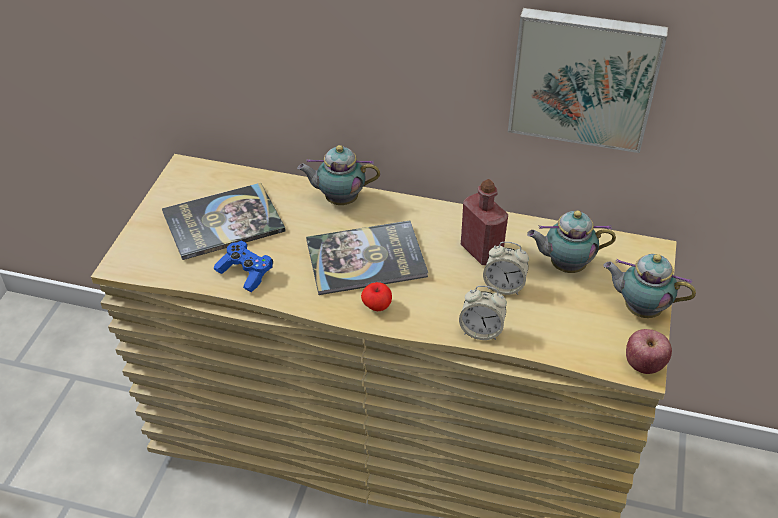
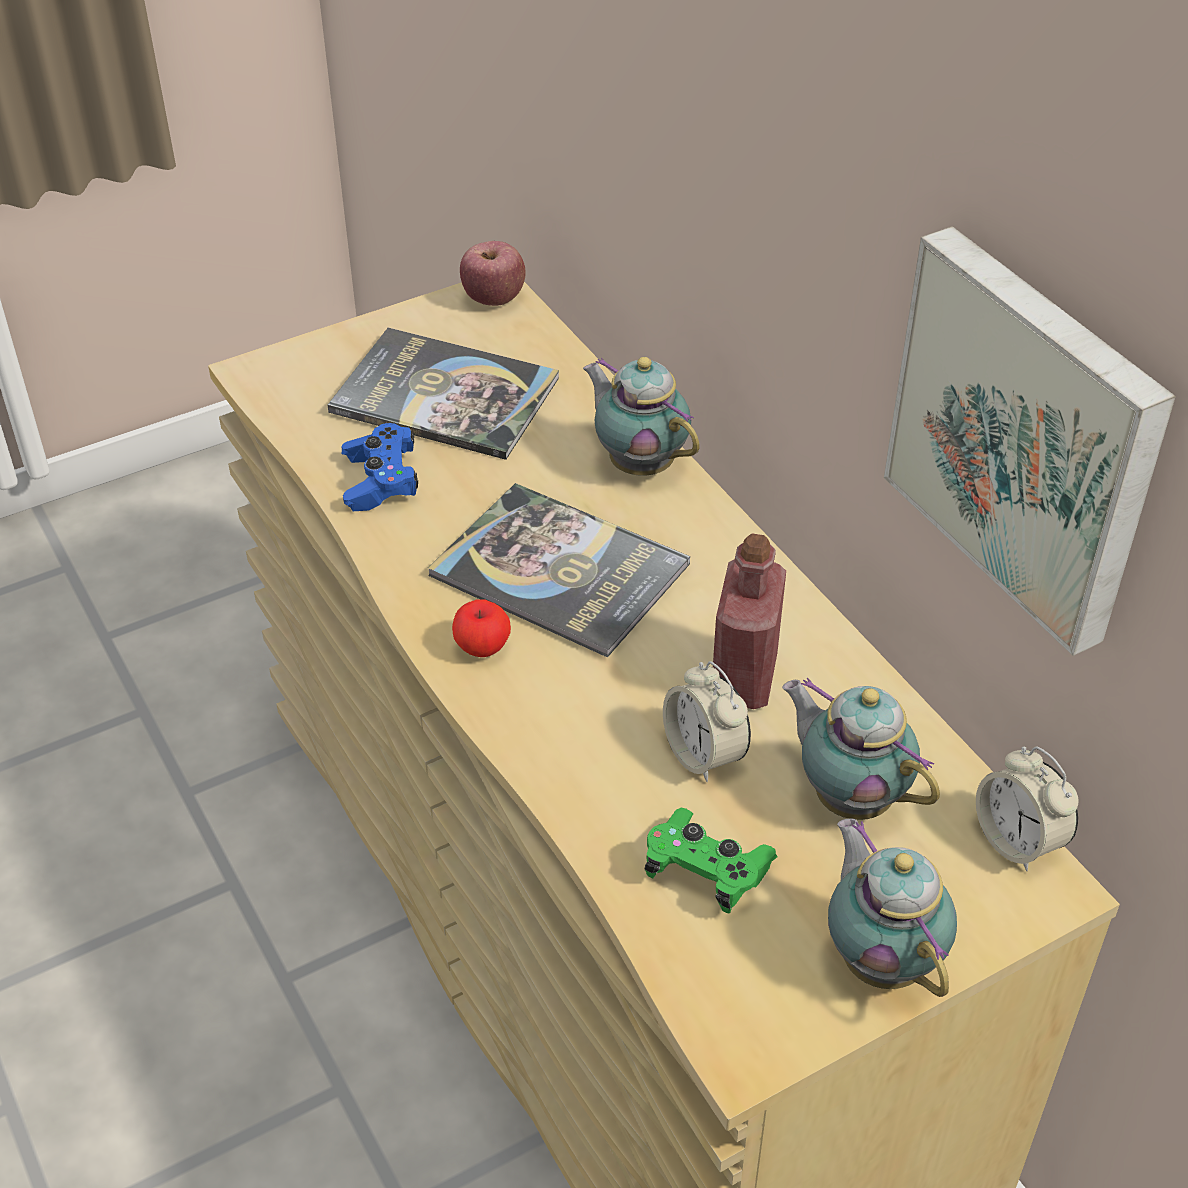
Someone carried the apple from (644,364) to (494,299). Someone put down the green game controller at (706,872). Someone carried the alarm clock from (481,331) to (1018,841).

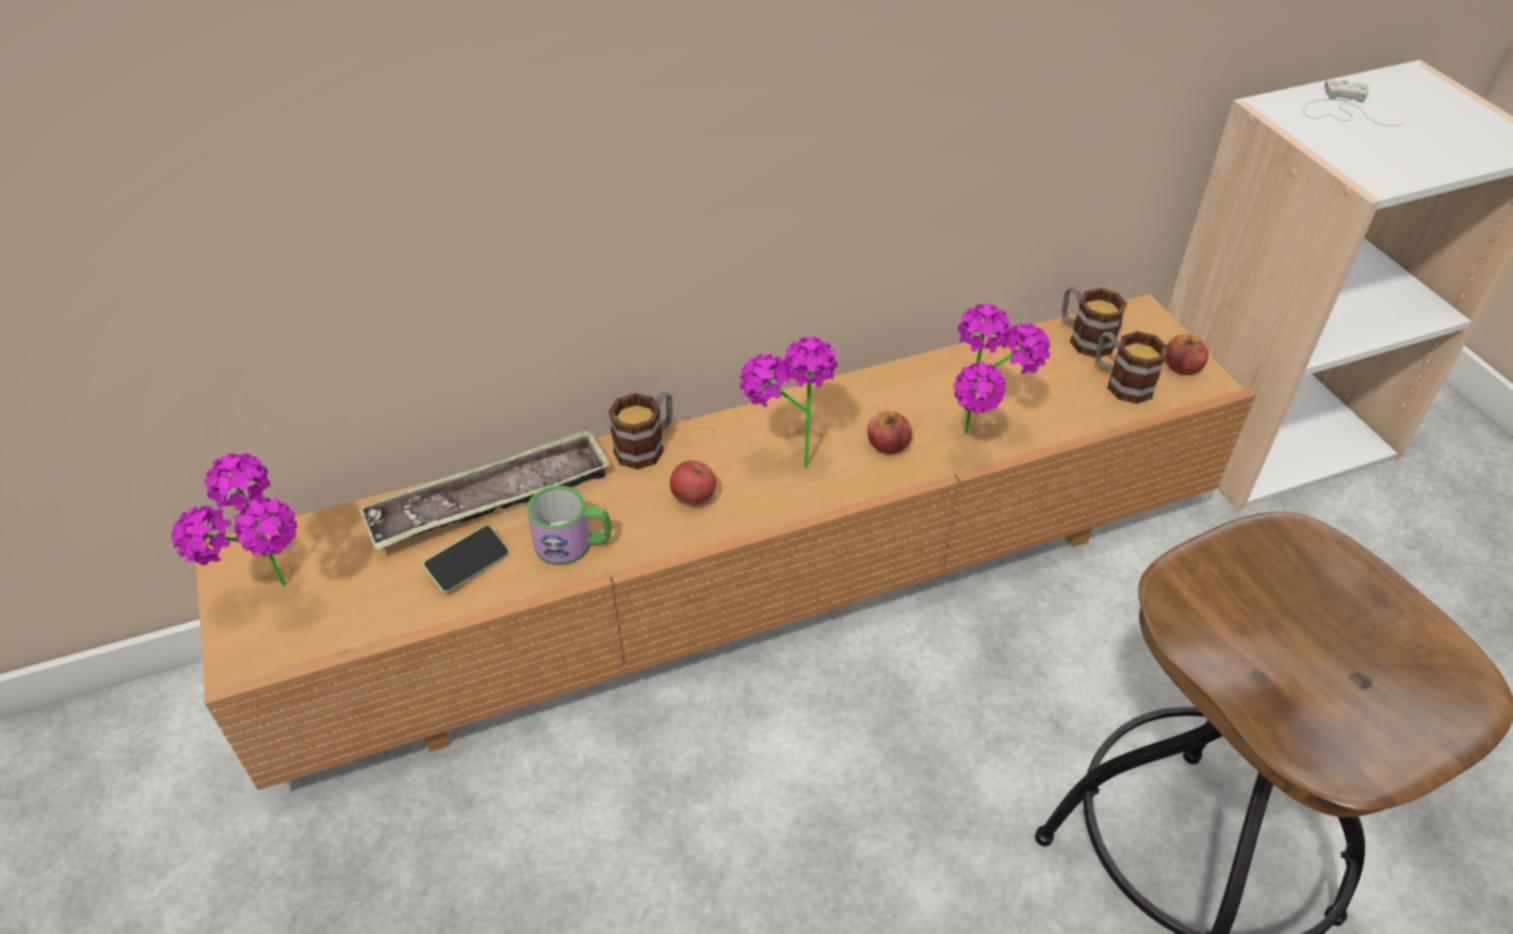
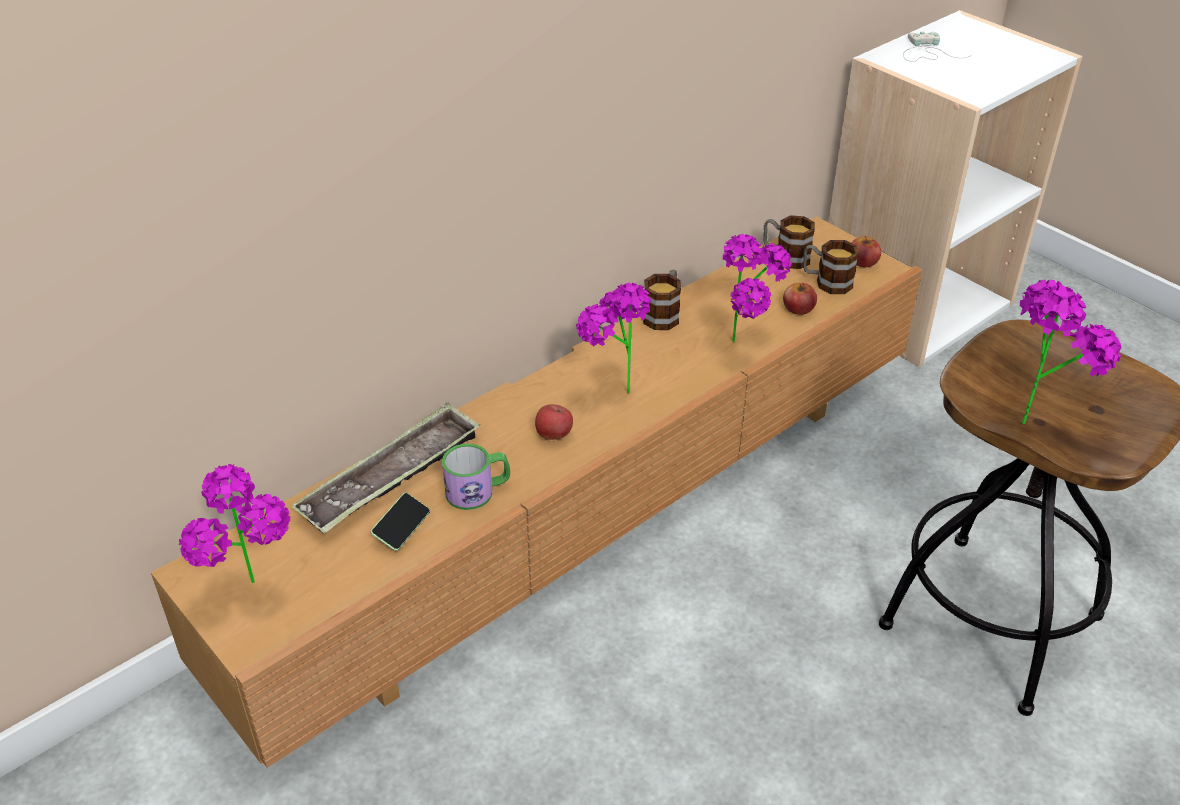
Someone carried the mug from (646,445) to (663,314). Someone carried the apple from (888,444) to (798,308). Someone put down the potted plant at (1034,414).

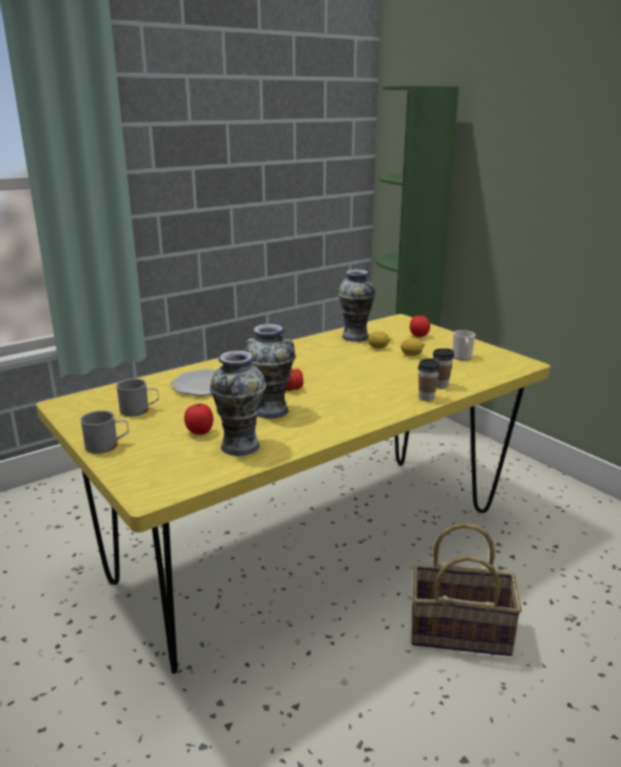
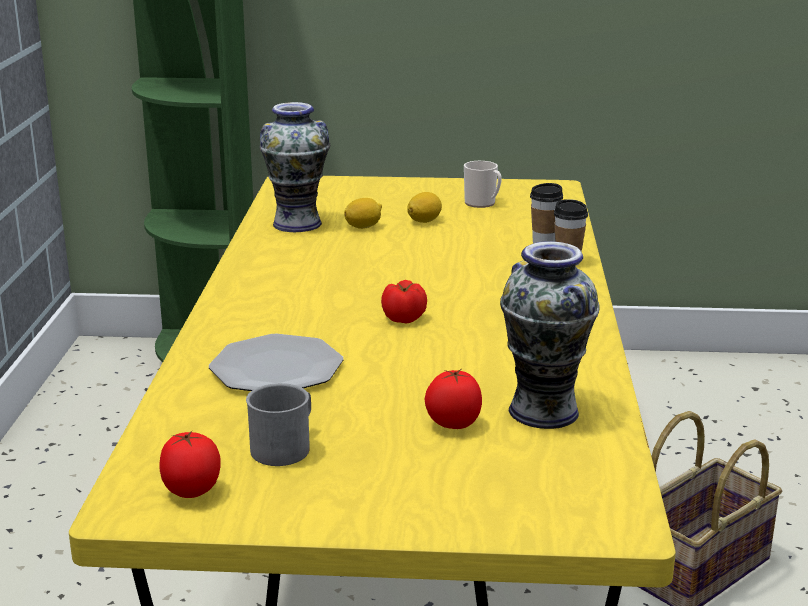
Someone carried the tomato from (418,336) to (192,492). Someone took away the grey mug at (107,445). Someone took away the vase at (271,410).

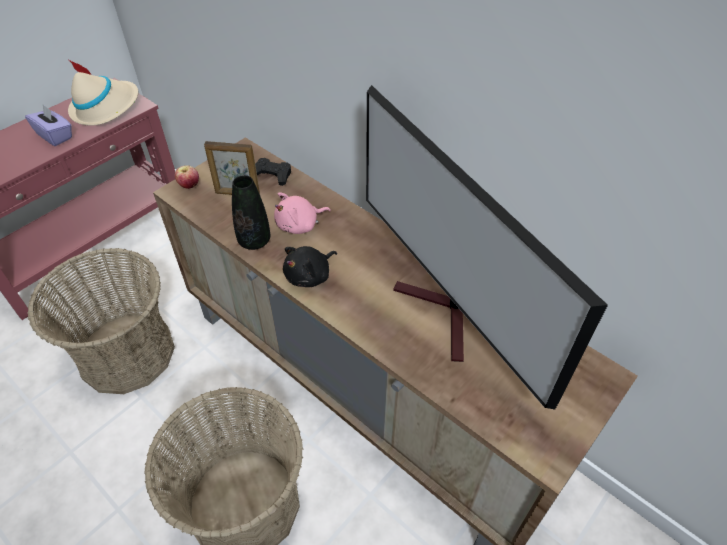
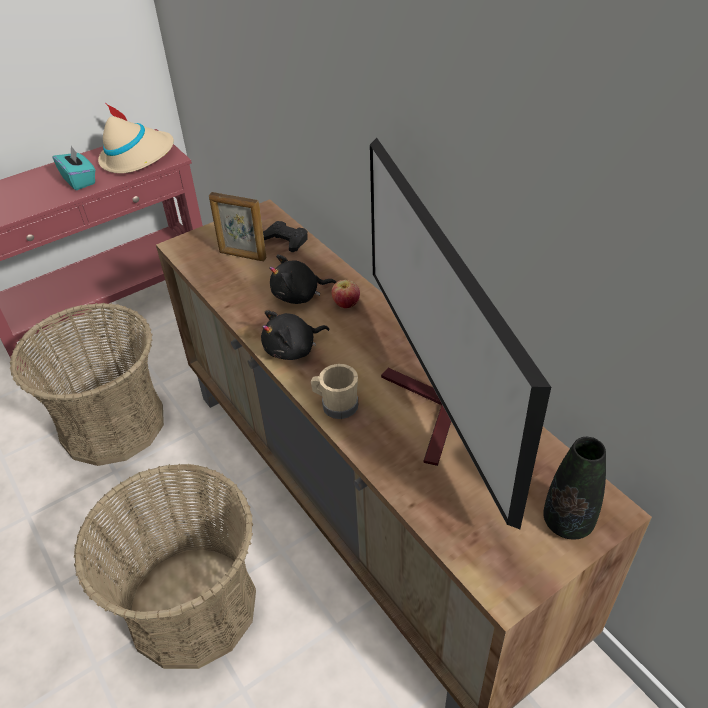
Someone repainted the purple tissue box at (55,136), which became the turquoise tissue box at (79,180). Someone repainted the pink plush toy at (300,225), which became the black plush toy at (299,295). Someone put down the beige mug at (336,405). Someone carried the apple from (189,185) to (346,304). Someone carried the black vase from (254,241) to (567,522).

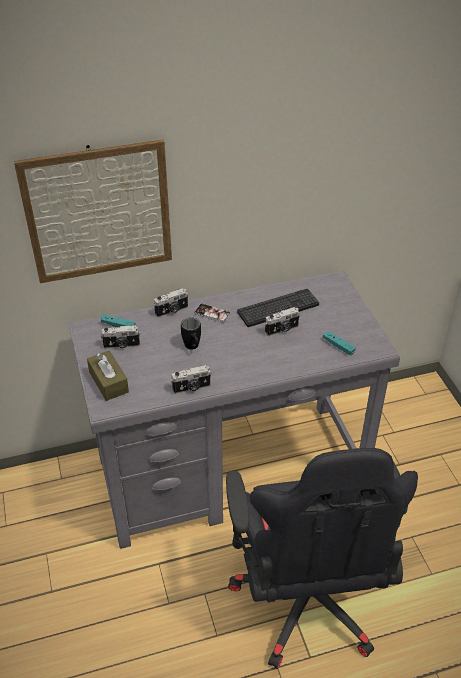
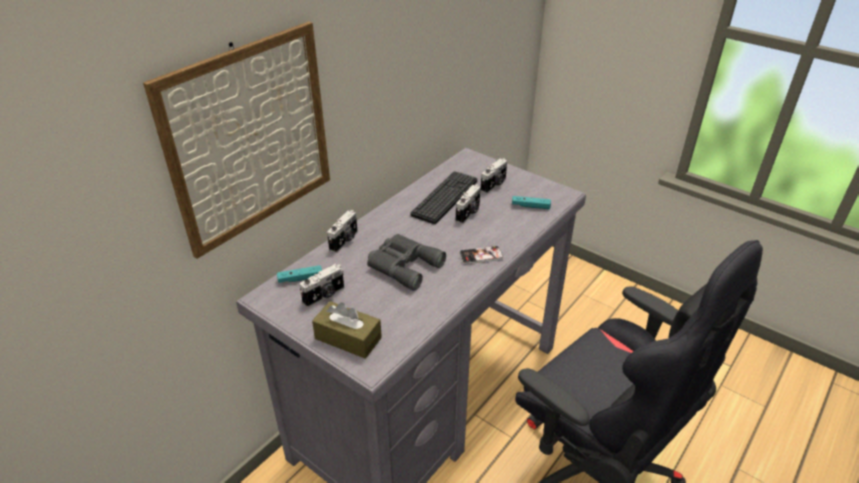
Someone swapped the black mug at (193,348) for the grey binoculars at (403,265). Someone carried the phone from (212,313) to (481,256). Someone carried the photo camera from (192,388) to (494,185).

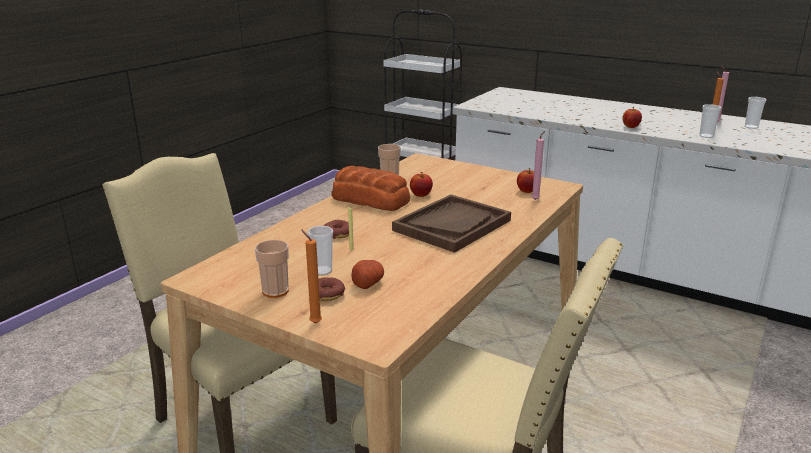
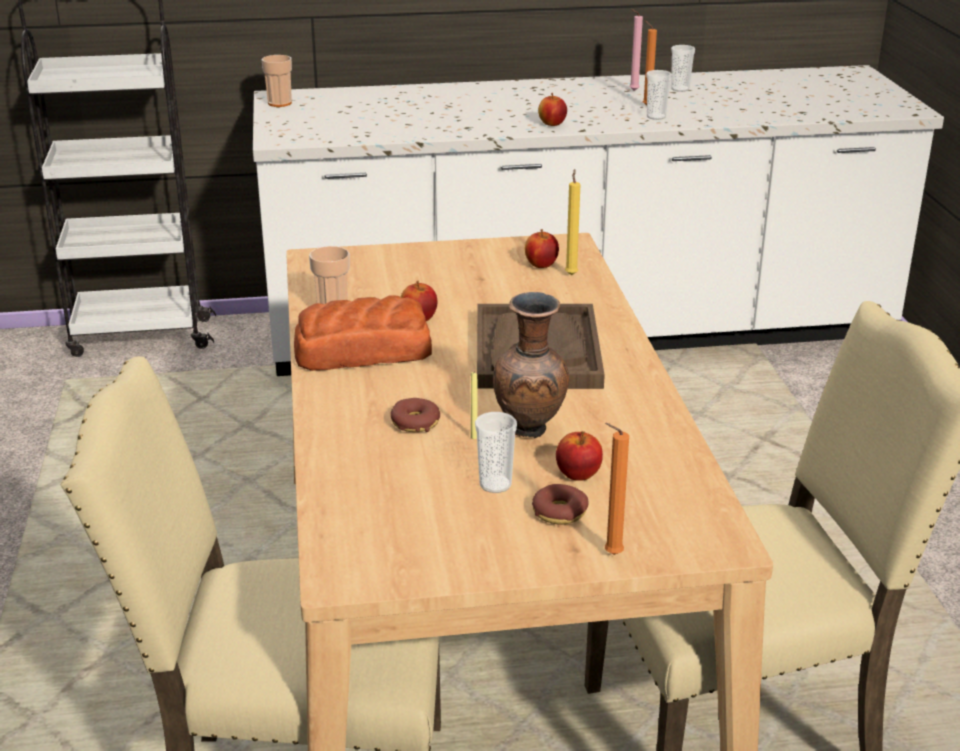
Someone carried the cup from (275,291) to (279,103). Someone put down the brown vase at (531,431). Someone swapped the potato at (367,283) for the apple at (578,474). Someone repainted the pink candle at (536,199), which became the yellow candle at (571,274).

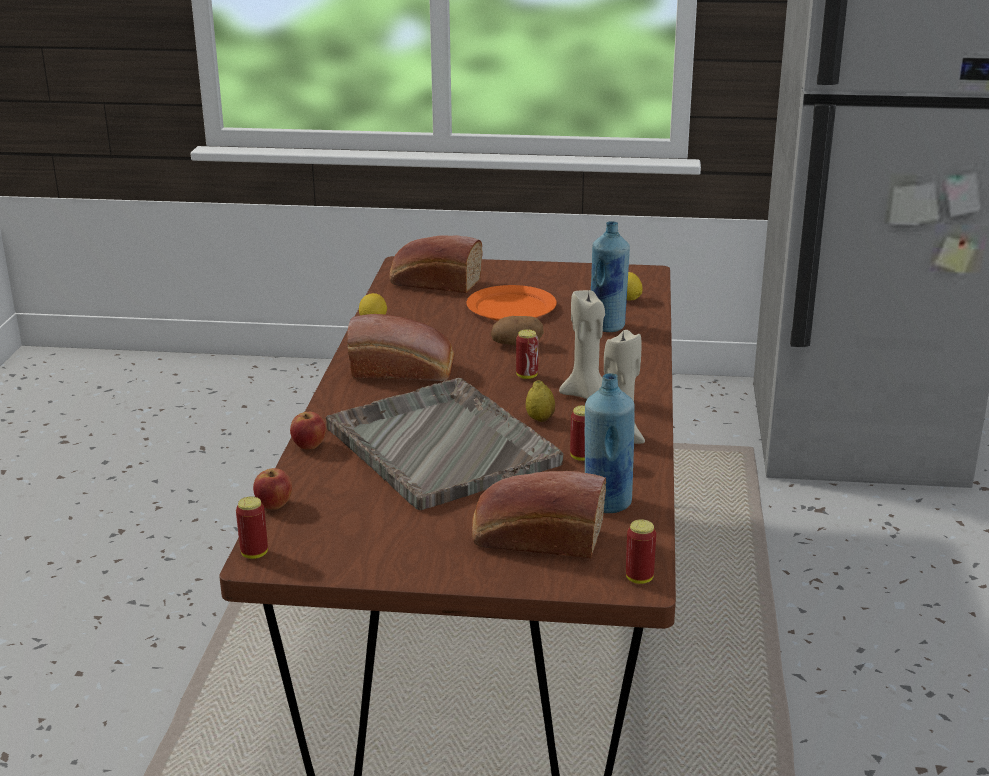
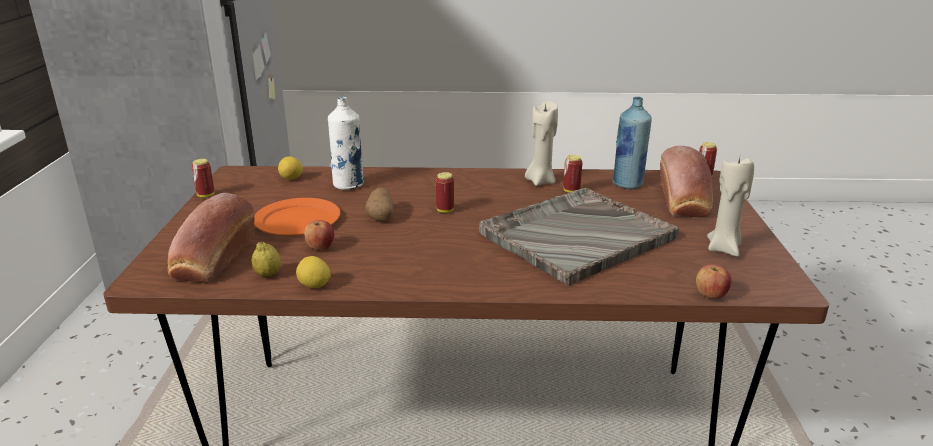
Someone carried the can from (254,553) to (206,195). Someone carried the lemon from (540,419) to (268,275). Someone carried the apple from (309,446) to (320,248). Someone repainted the blue bottle at (607,326), which became the white bottle at (348,185). Someone carried the beige candle from (586,395) to (724,248). Someone took away the bread at (405,371).

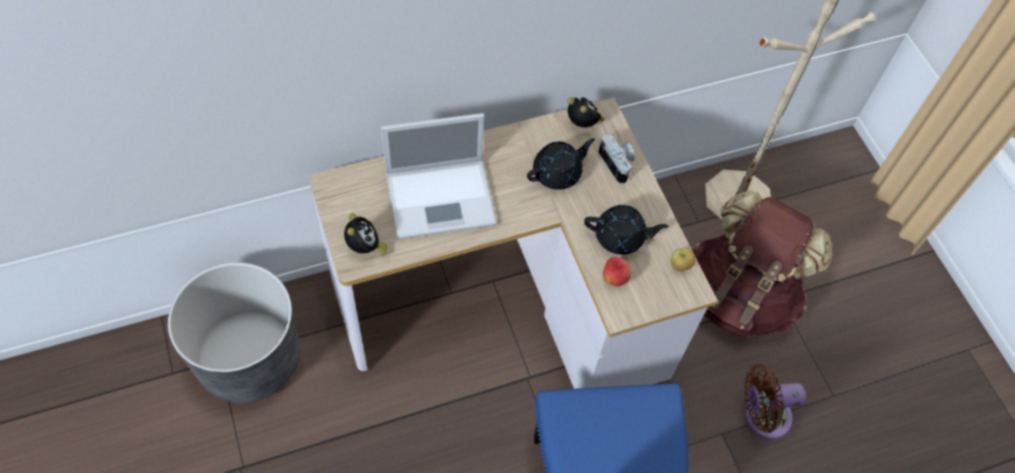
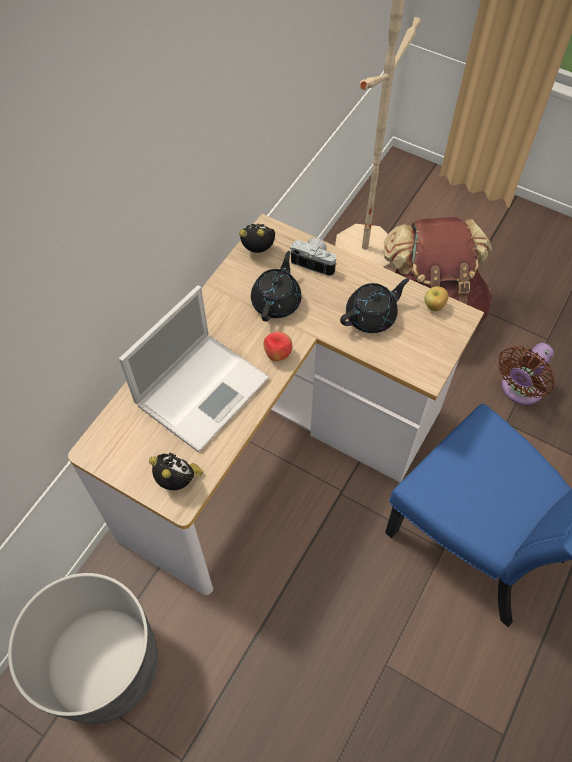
Someone carried the apple from (614,279) to (277,355).

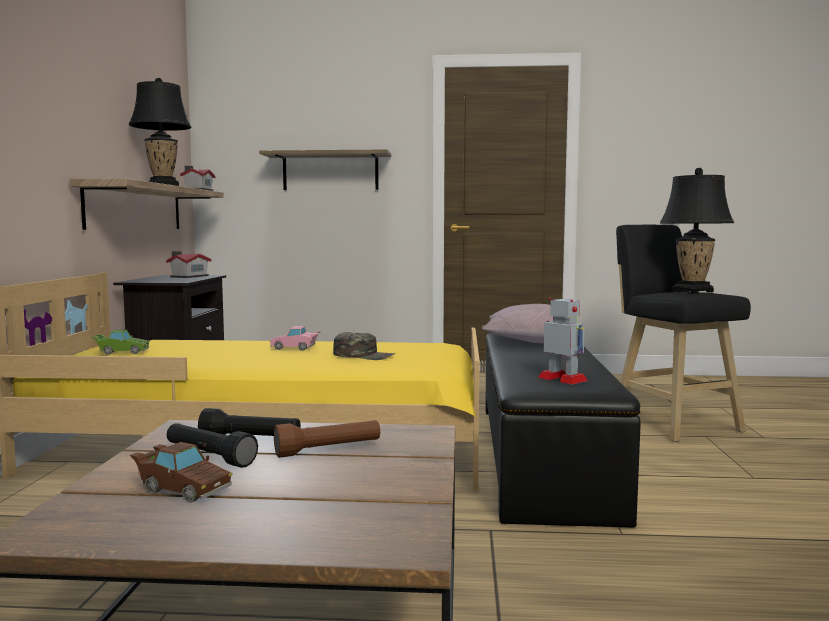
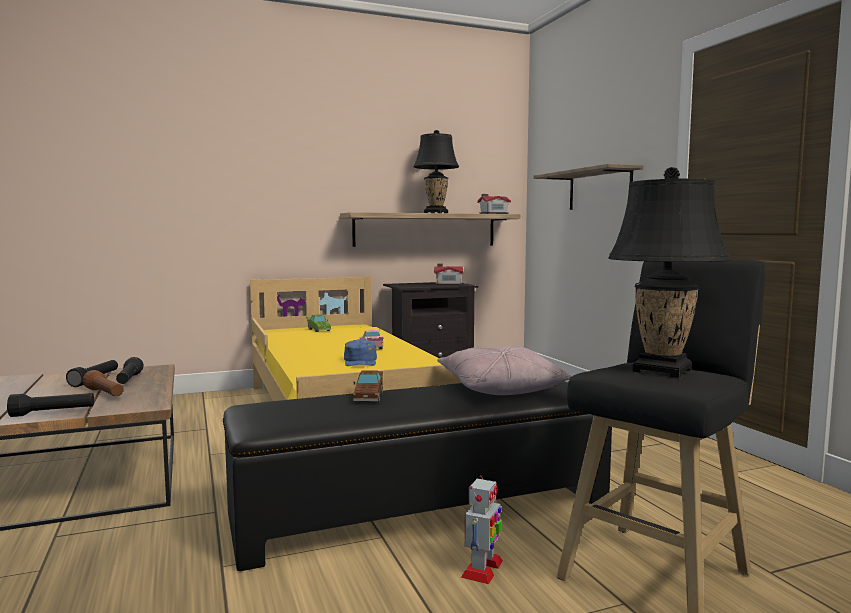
Someone put down the black flashlight at (53,413). Someone repainted the green cap at (364,355), which became the blue cap at (361,361). Someone carried the brown toy car from (181,489) to (369,396). Someone carried the toy robot from (563,379) to (482,569).

